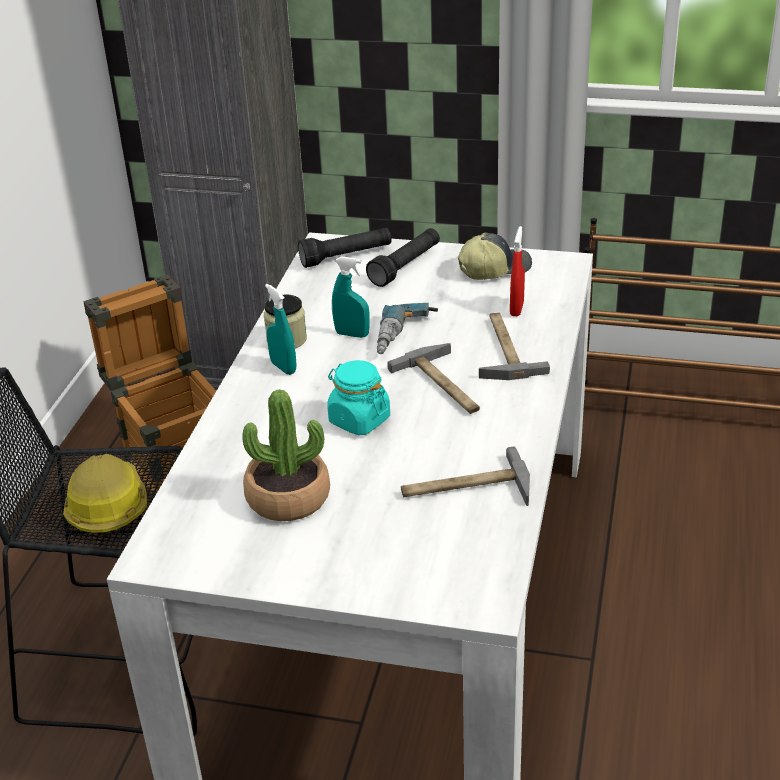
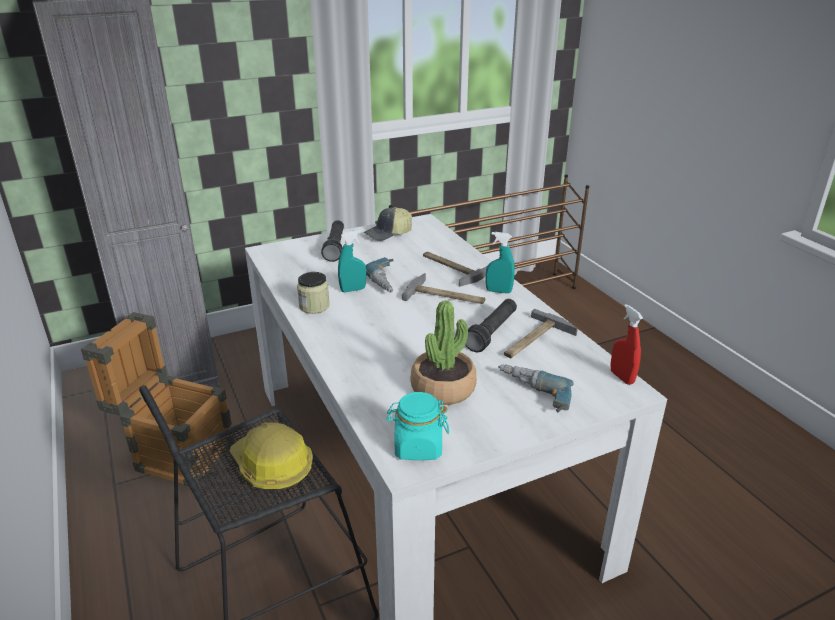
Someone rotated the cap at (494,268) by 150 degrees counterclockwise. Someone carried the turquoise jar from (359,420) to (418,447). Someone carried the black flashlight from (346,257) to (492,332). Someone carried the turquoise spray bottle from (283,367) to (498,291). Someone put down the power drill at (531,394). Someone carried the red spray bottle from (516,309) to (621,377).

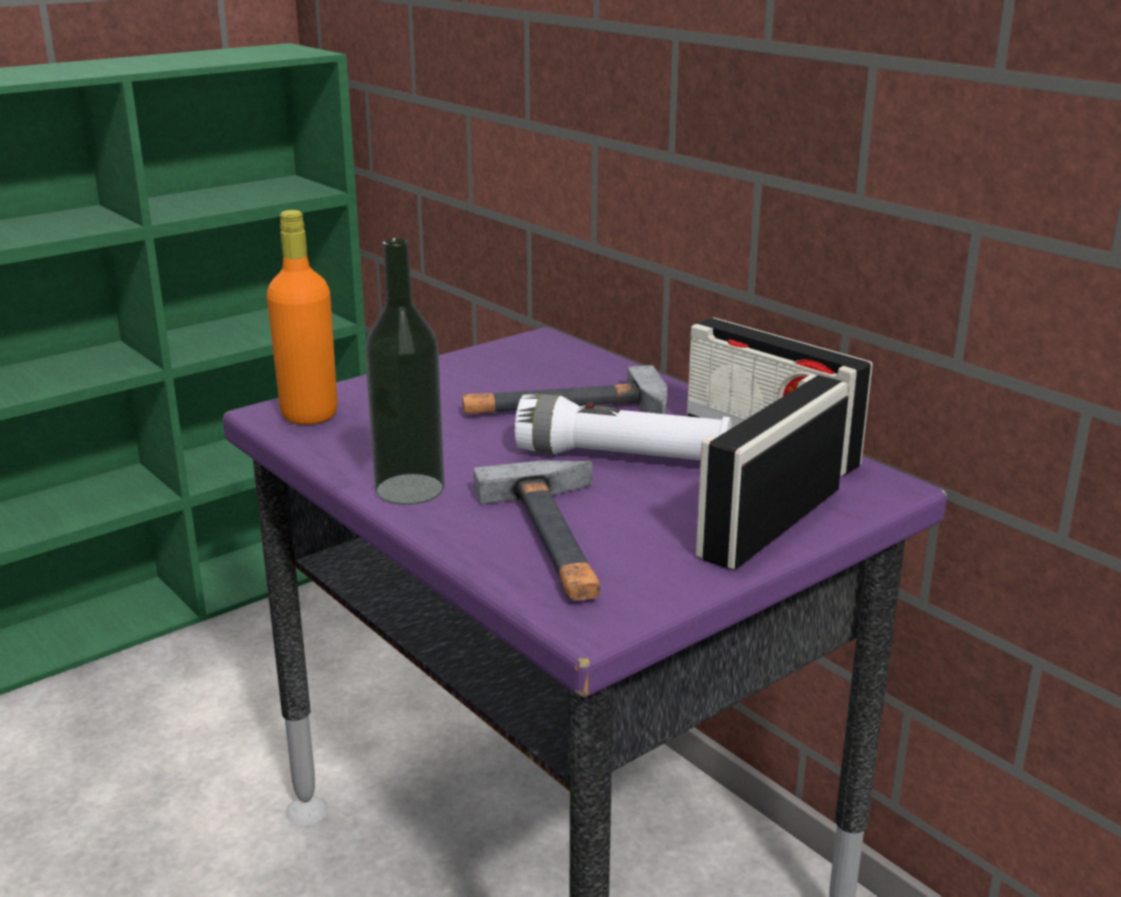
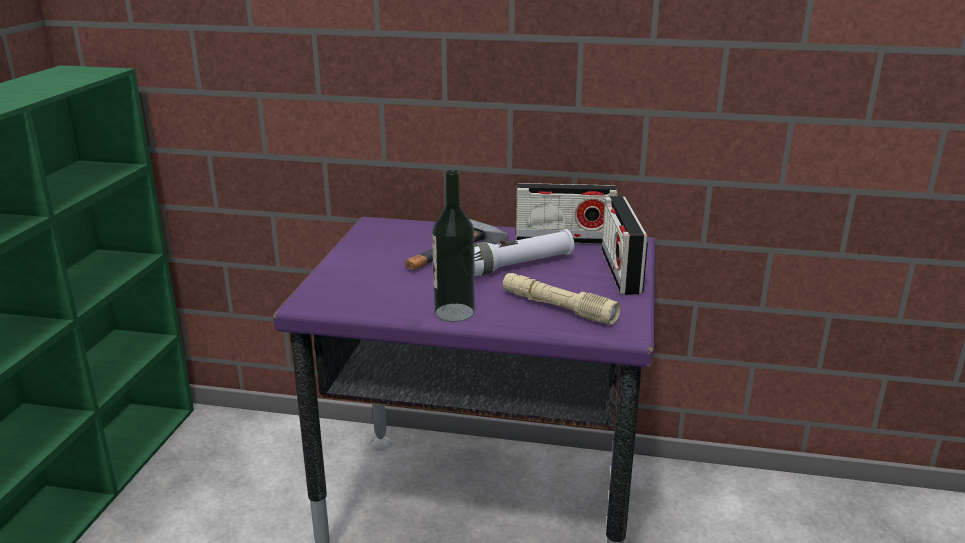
Someone swapped the hammer at (559,538) for the beige flashlight at (558,308). Someone took away the orange bottle at (309,414).

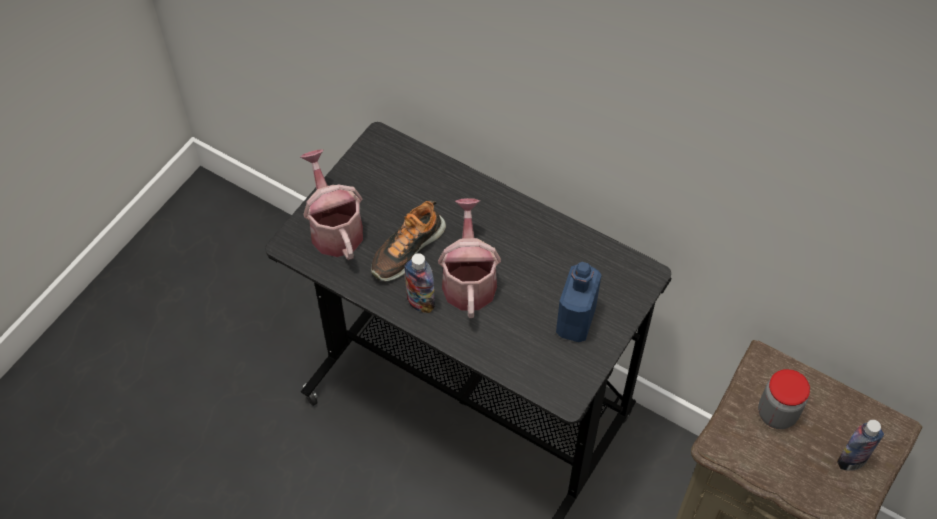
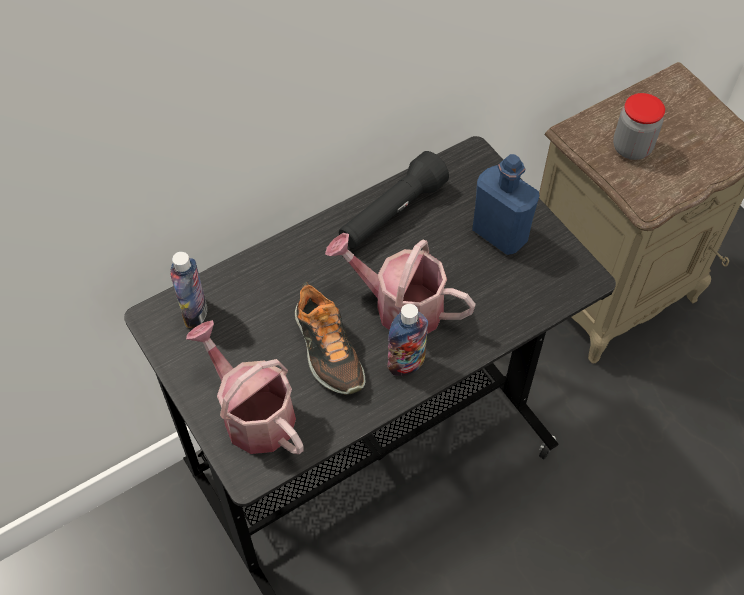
Someone carried the bottle from (851,461) to (195,313). Someone rotated the watering can at (334,227) by 45 degrees clockwise. Someone put down the black flashlight at (391,213).

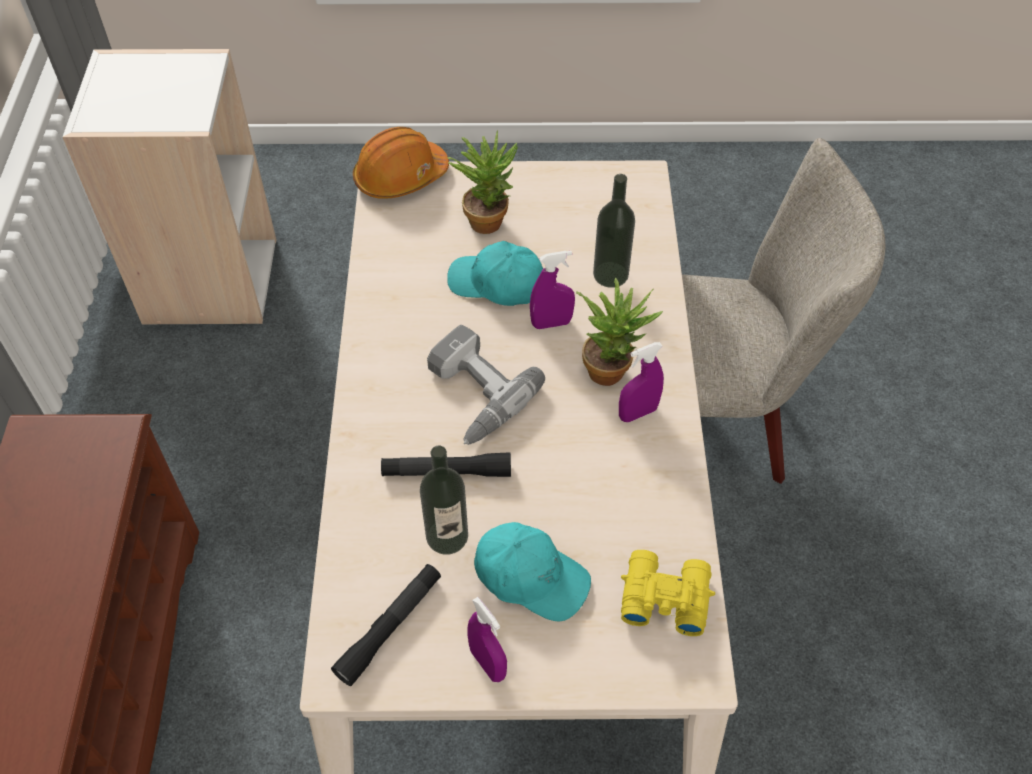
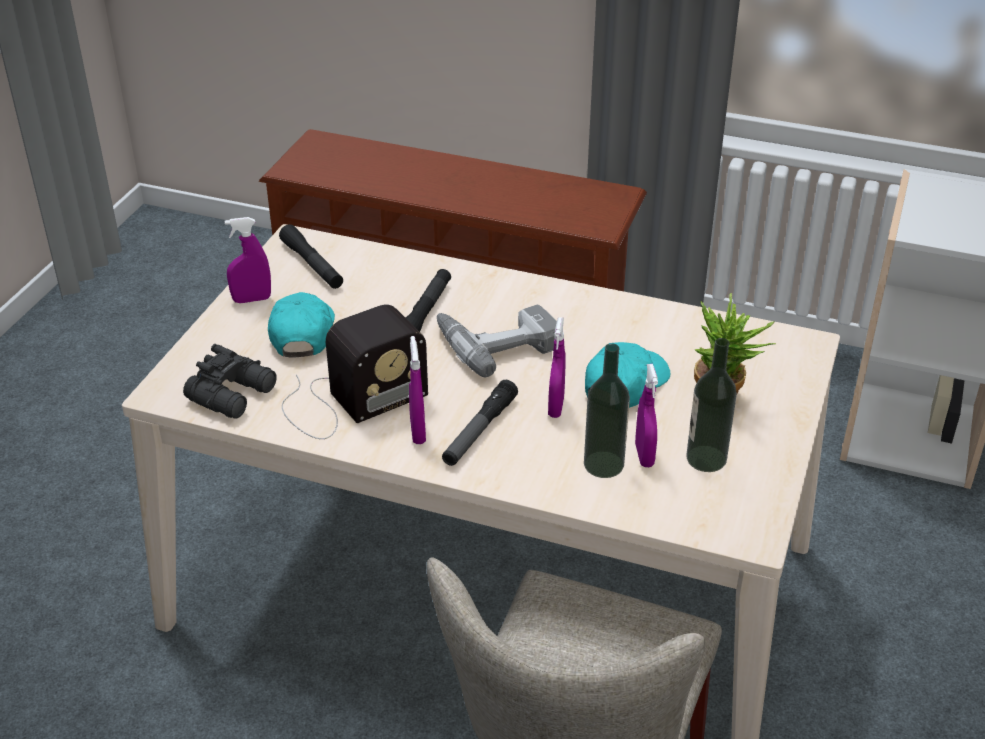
Someone repainted the yellow binoculars at (663,596), which became the black binoculars at (234,394). Someone rotated the turquoise cap at (531,576) by 135 degrees clockwise. Someone put down the radio at (349,401). Someone swapped the potted plant at (612,368) for the flashlight at (479,431). Someone put down the purple spray bottle at (644,455). Someone carried the bottle from (447,536) to (706,459). Someone took away the orange hard hat at (400,177).

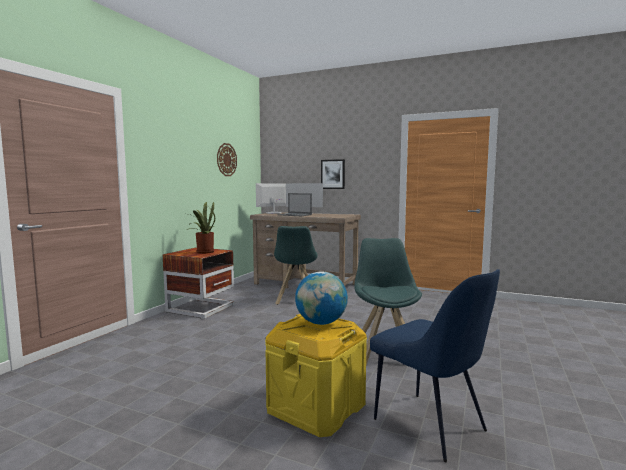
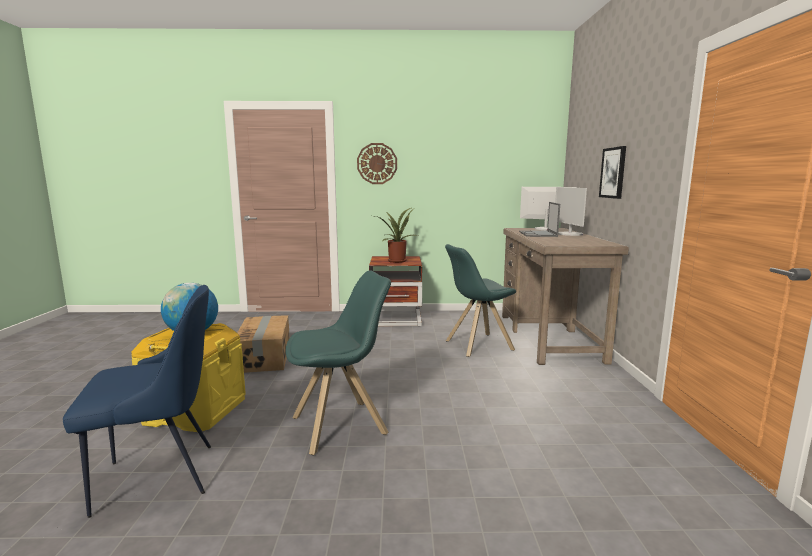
Someone rotated the blue chair at (430,424) by 135 degrees counterclockwise. Someone put down the cardboard box at (265,356). Someone carried the wall clock from (226,159) to (377,163).

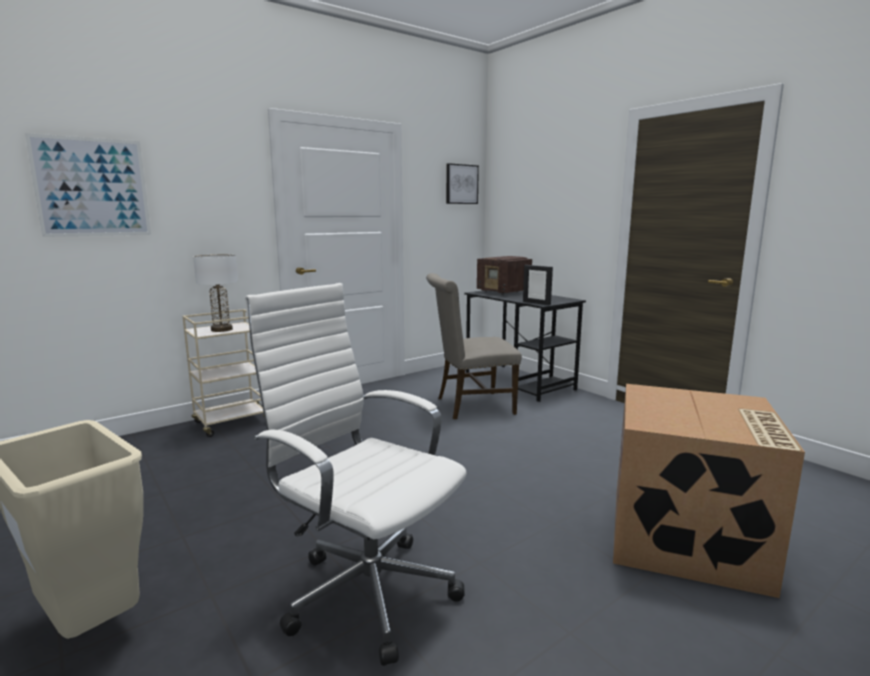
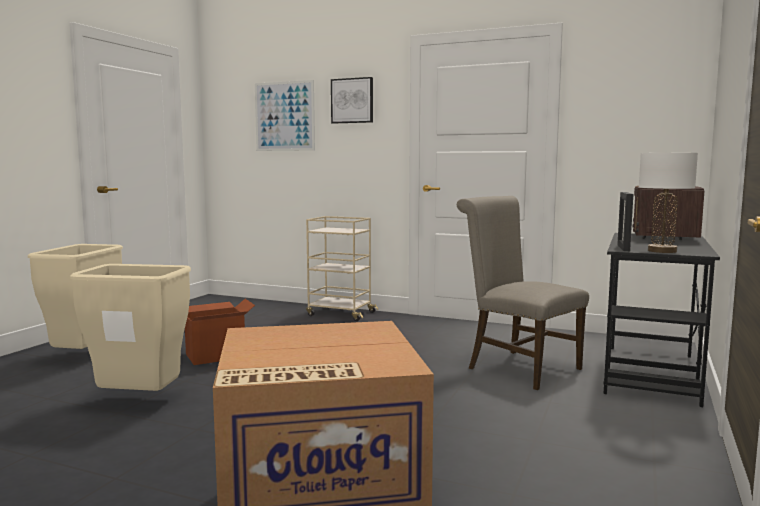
Someone swapped the white office chair at (364,590) for the beige trash can at (141,402). Someone put down the cardboard box at (215,356). Someone carried the picture from (461,184) to (352,100). Someone carried the table lamp from (222,329) to (662,251).

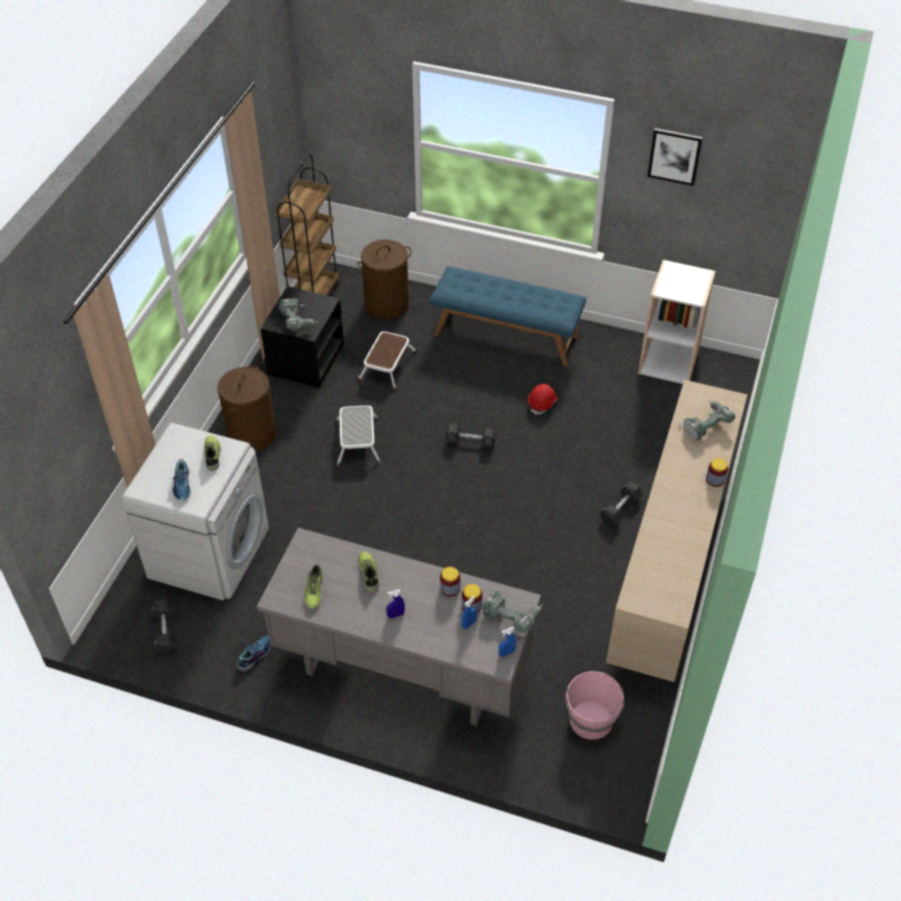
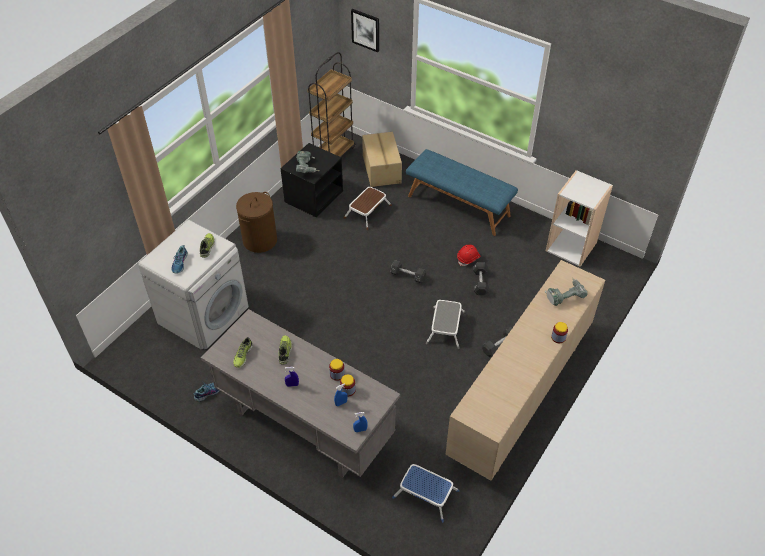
Someone carried the picture from (674,156) to (366,30). Someone swapped the brown laundry basket at (387,304) for the cardboard box at (382,169). Someone swapped the pink bucket at (591,721) for the blue step ladder at (425,494). Someone carried the grey step ladder from (357,441) to (445,327). Someone carried the black dumbbell from (165,631) to (480,282). Someone took away the power drill at (512,616).

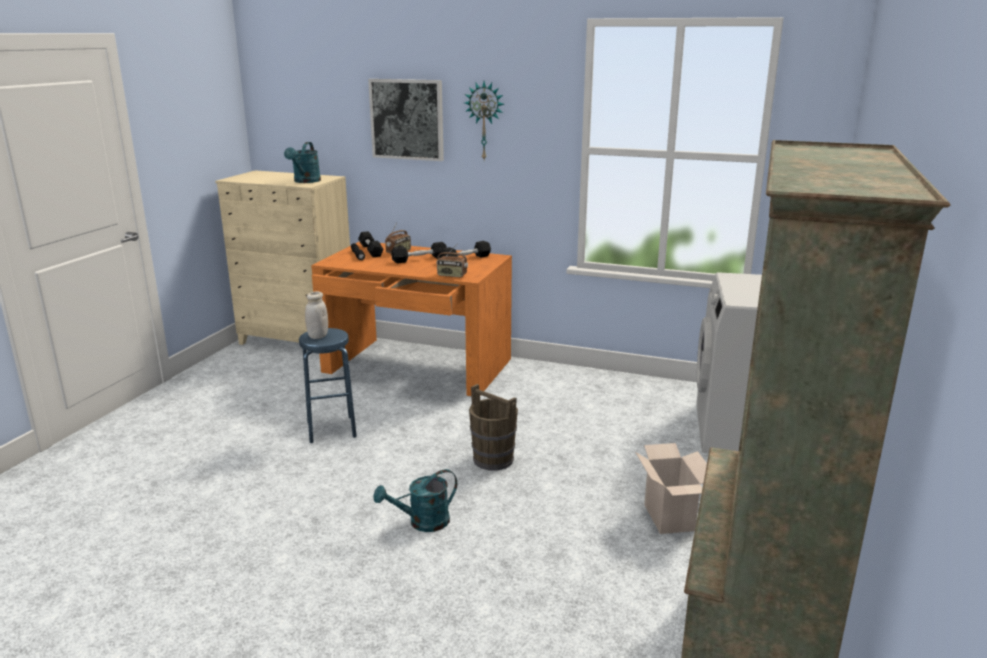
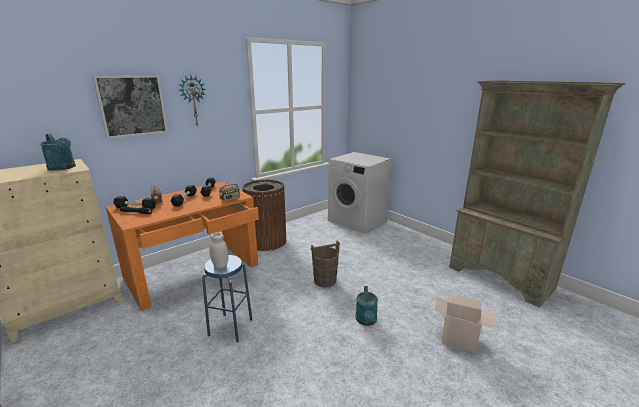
Someone put down the brown trash can at (266,241). Someone carried the cardboard box from (671,518) to (460,339).

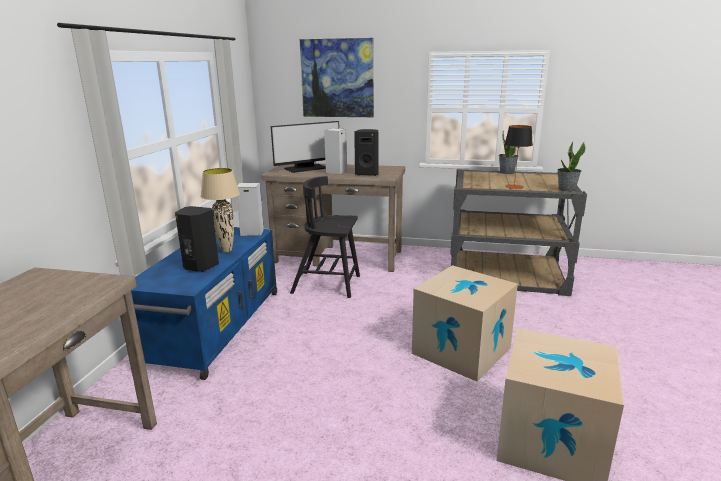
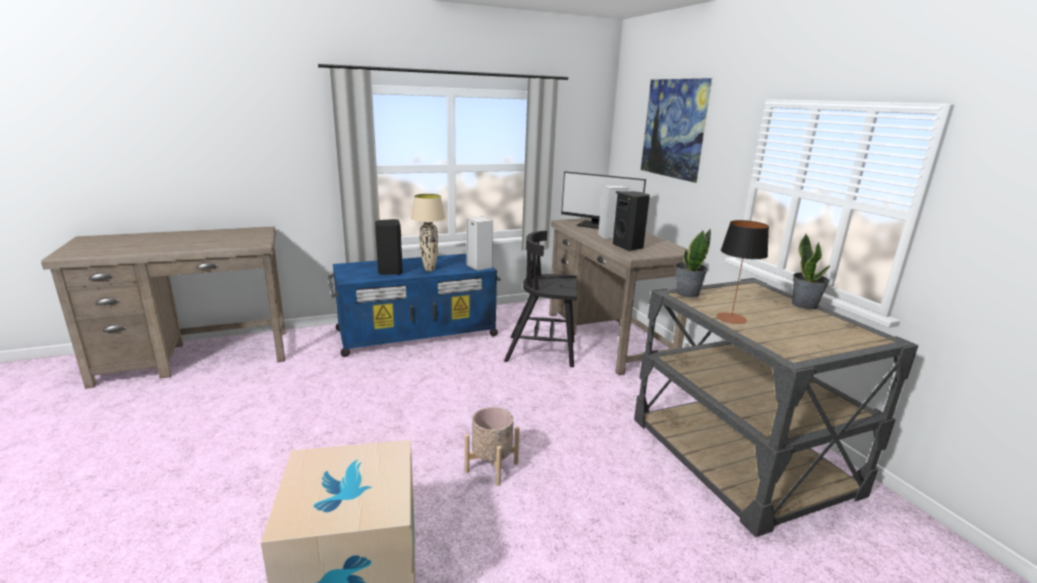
Someone swapped the cardboard box at (461,350) for the beige planter at (492,467). Someone rotated the black chair at (328,284) by 60 degrees counterclockwise. Someone carried the potted plant from (566,190) to (687,293).

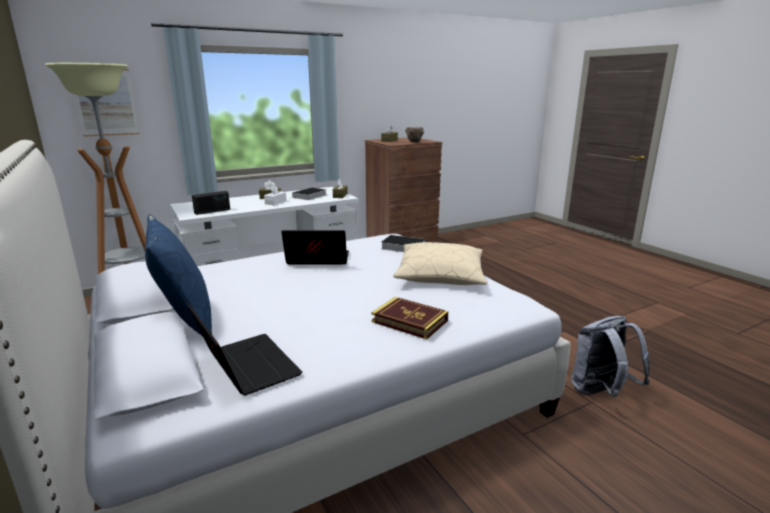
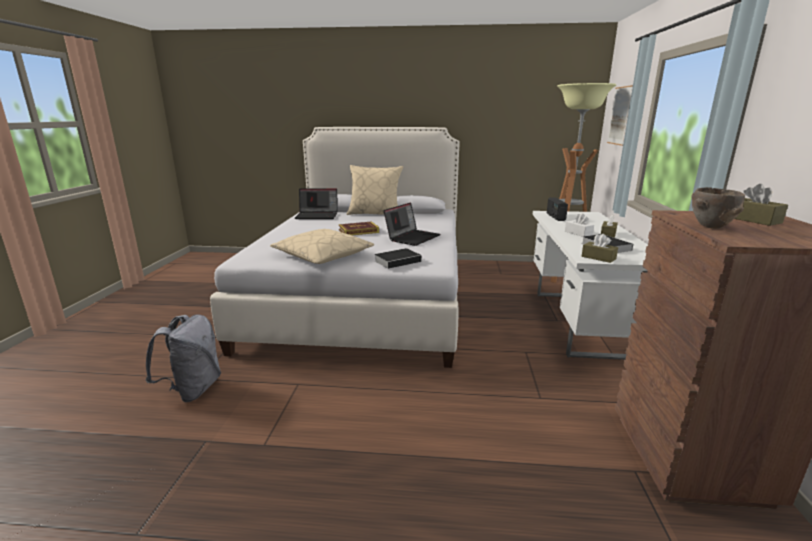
Someone carried the book from (409,321) to (358,231). Someone repainted the blue pillow at (185,320), which became the beige pillow at (375,214).

